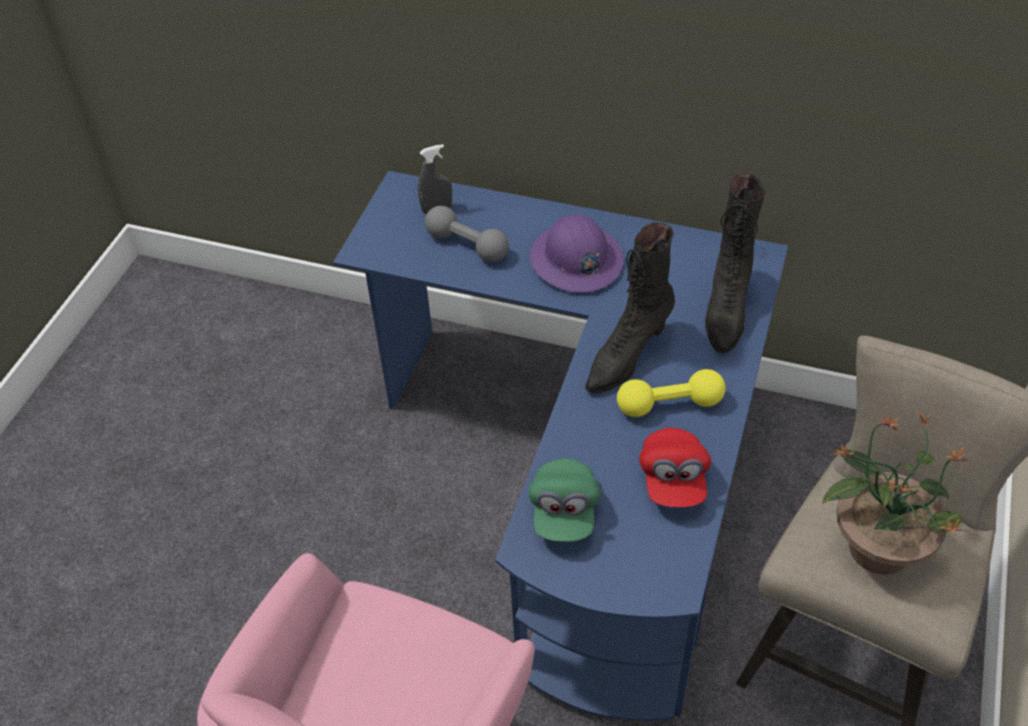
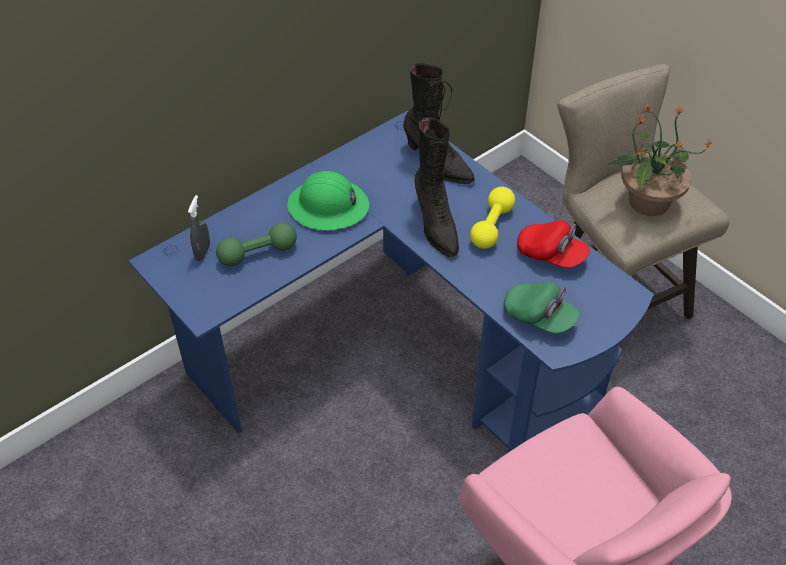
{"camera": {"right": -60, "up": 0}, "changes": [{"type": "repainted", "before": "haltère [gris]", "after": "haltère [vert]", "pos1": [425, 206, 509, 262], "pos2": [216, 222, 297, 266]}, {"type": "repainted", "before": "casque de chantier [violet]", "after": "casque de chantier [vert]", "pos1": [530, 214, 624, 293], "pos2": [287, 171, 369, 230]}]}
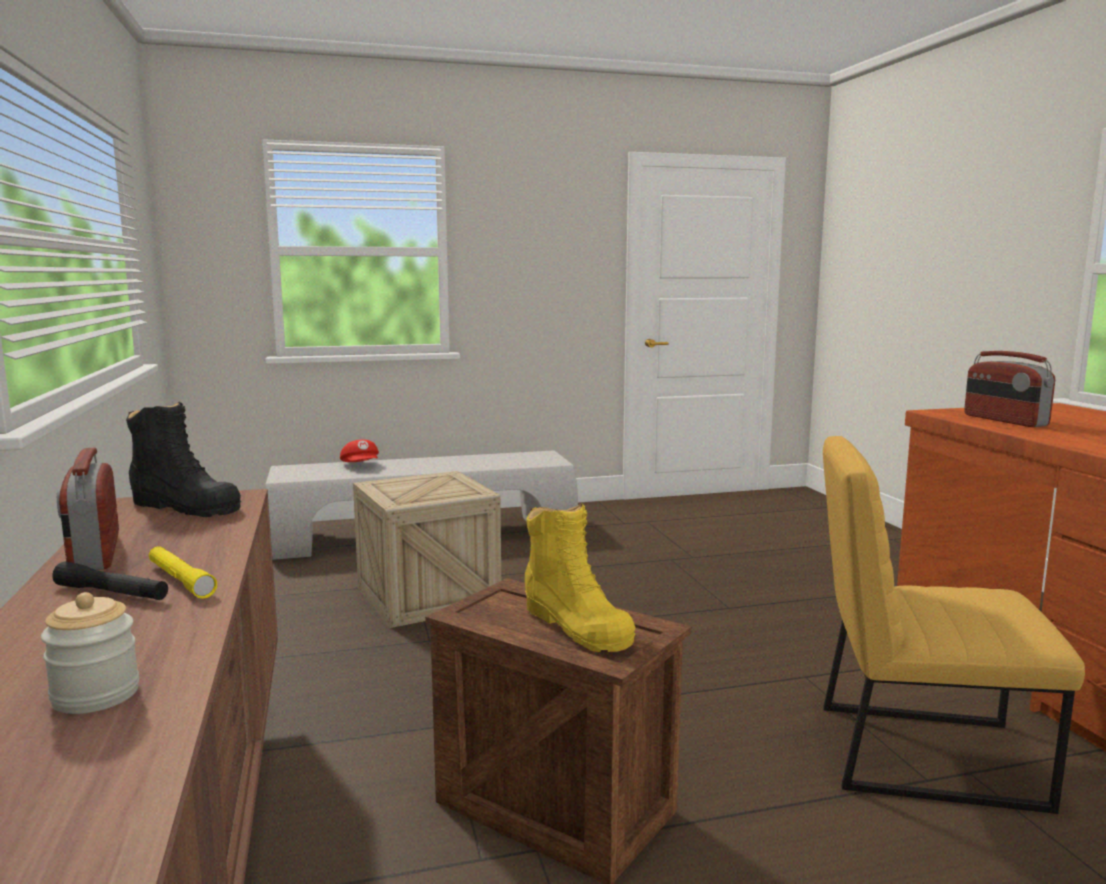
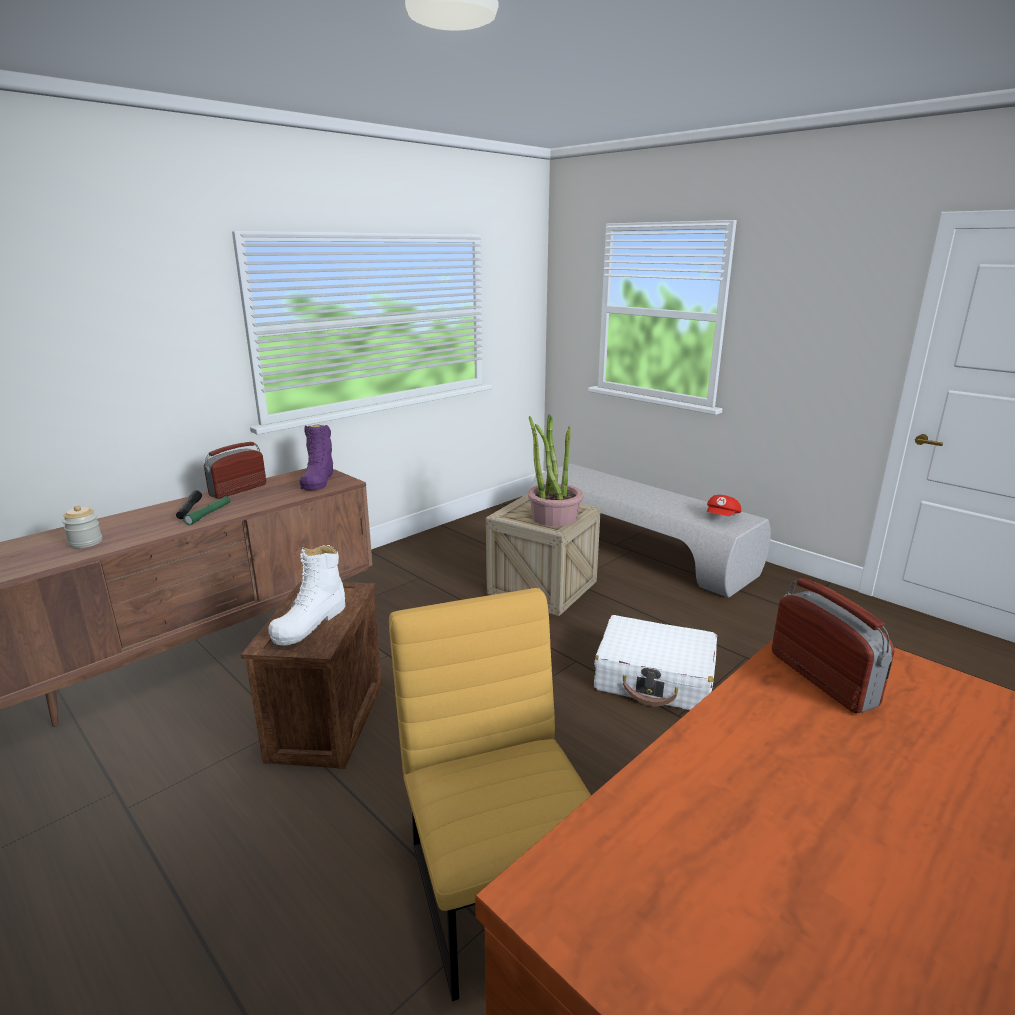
{"camera": {"right": 60, "up": 10}, "changes": [{"type": "new", "after": "plante en pot", "pos2": [528, 414, 583, 526]}, {"type": "new", "after": "valise [blanc]", "pos2": [594, 615, 717, 710]}, {"type": "shifted", "before": "casquette [rouge]", "pos1": [340, 440, 379, 462], "pos2": [707, 495, 741, 516]}, {"type": "repainted", "before": "botte [noir]", "after": "botte [violet]", "pos1": [126, 402, 241, 517], "pos2": [300, 425, 333, 490]}, {"type": "repainted", "before": "lampe de poche [jaune]", "after": "lampe de poche [vert]", "pos1": [149, 546, 217, 599], "pos2": [183, 496, 231, 525]}, {"type": "repainted", "before": "botte [jaune]", "after": "botte [blanc]", "pos1": [525, 504, 636, 652], "pos2": [268, 545, 346, 645]}, {"type": "rotated", "before": "radio", "pos1": [964, 351, 1055, 427], "pos2": [772, 578, 895, 713], "turn": 120}]}
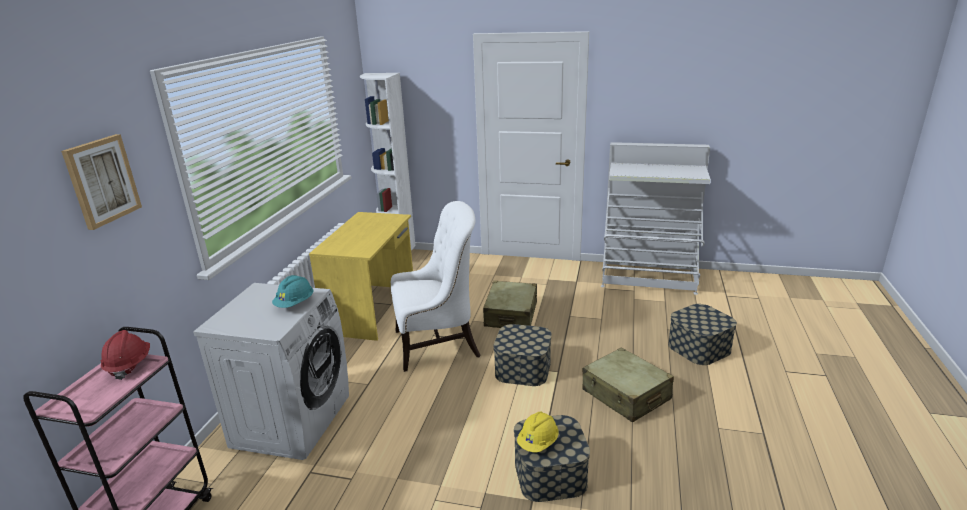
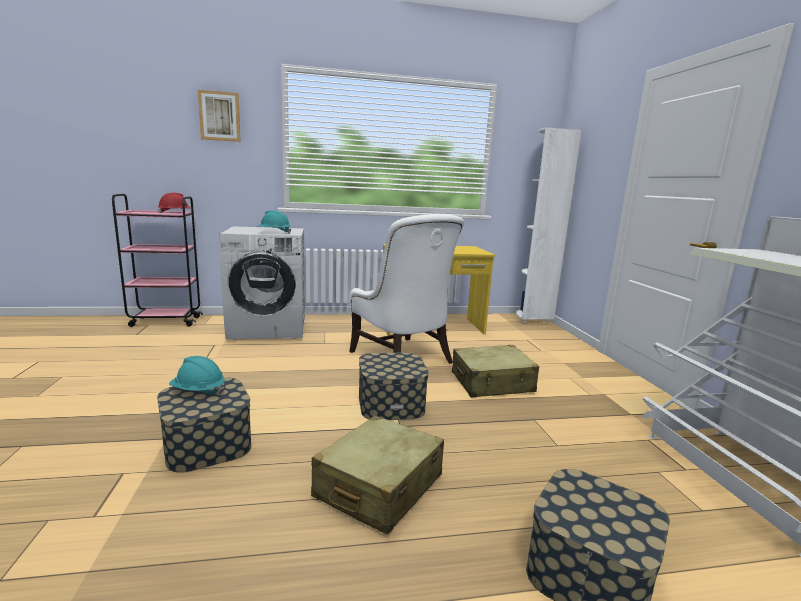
{"camera": {"right": 65, "up": -10}, "changes": [{"type": "repainted", "before": "casque de chantier [jaune]", "after": "casque de chantier [turquoise]", "pos1": [517, 412, 559, 452], "pos2": [169, 356, 225, 394]}]}
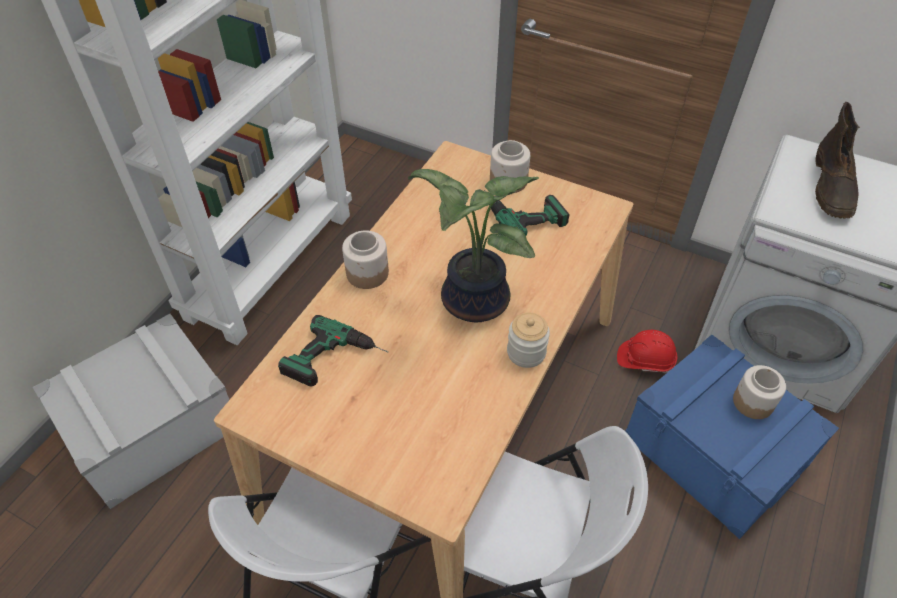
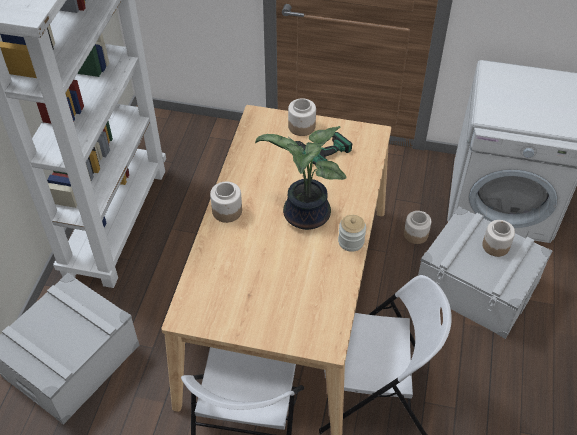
{"camera": {"right": -15, "up": 0}, "changes": [{"type": "gone", "before": "perceuse", "pos1": [278, 315, 388, 386]}, {"type": "gone", "before": "botte [marron]", "pos1": [815, 102, 860, 219]}, {"type": "swapped", "before": "casque de chantier [rouge]", "after": "bocal", "pos1": [617, 330, 678, 373], "pos2": [404, 211, 431, 244]}, {"type": "repainted", "before": "boîte de rangement [bleu]", "after": "boîte de rangement [gris]", "pos1": [625, 334, 839, 539], "pos2": [418, 207, 552, 339]}]}
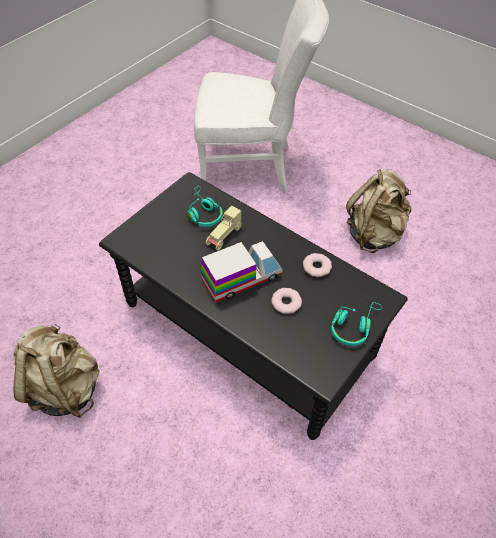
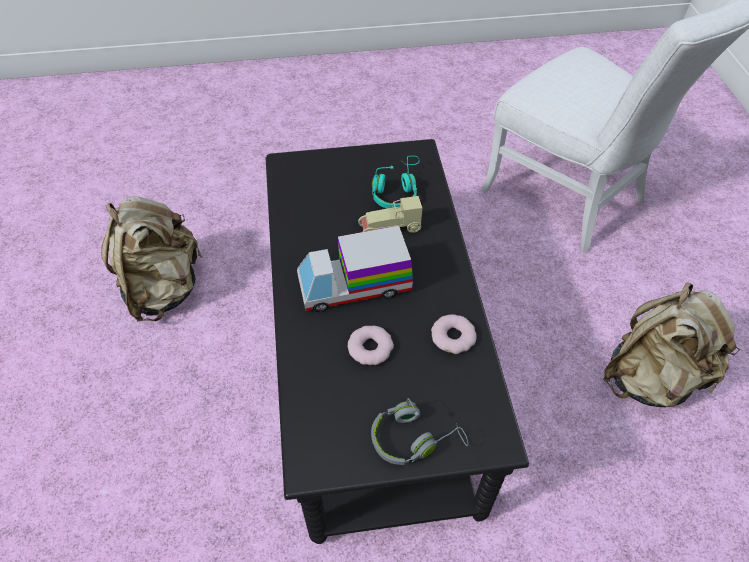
{"camera": {"right": 45, "up": 0}, "changes": [{"type": "repainted", "before": "casque audio [turquoise]", "after": "casque audio [gris]", "pos1": [331, 302, 382, 346], "pos2": [371, 398, 469, 465]}, {"type": "rotated", "before": "camion jouet", "pos1": [201, 241, 283, 302], "pos2": [297, 225, 413, 312], "turn": 150}]}
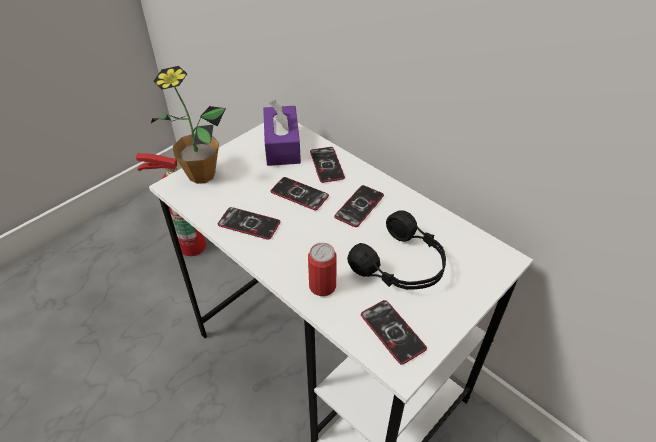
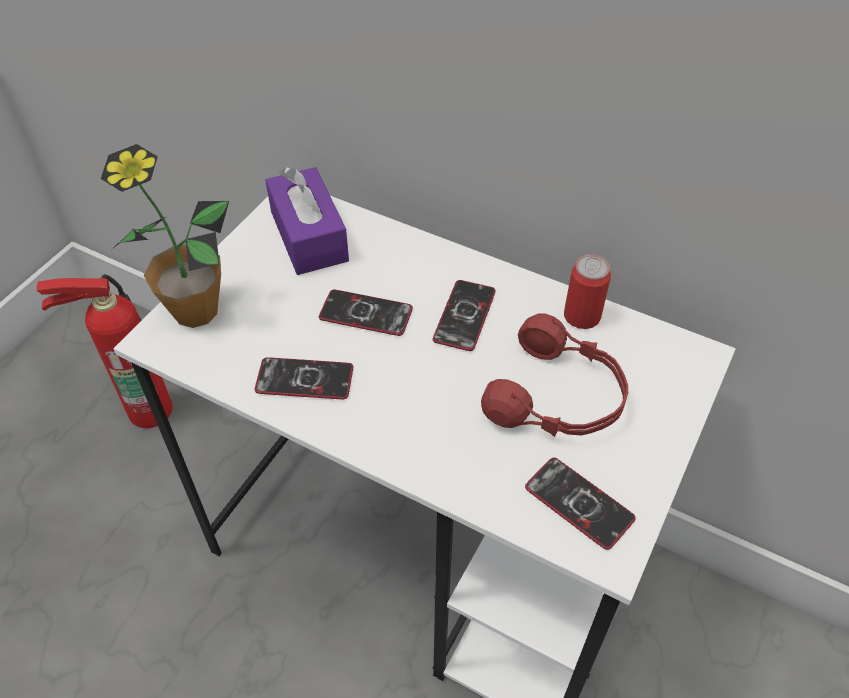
{"camera": {"right": -15, "up": 5}, "changes": [{"type": "gone", "before": "téléphone", "pos1": [310, 147, 345, 183]}, {"type": "shifted", "before": "boîte métallique", "pos1": [308, 243, 337, 296], "pos2": [564, 254, 611, 329]}, {"type": "repainted", "before": "casque audio [noir]", "after": "casque audio [rouge]", "pos1": [347, 210, 446, 290], "pos2": [481, 314, 628, 437]}]}
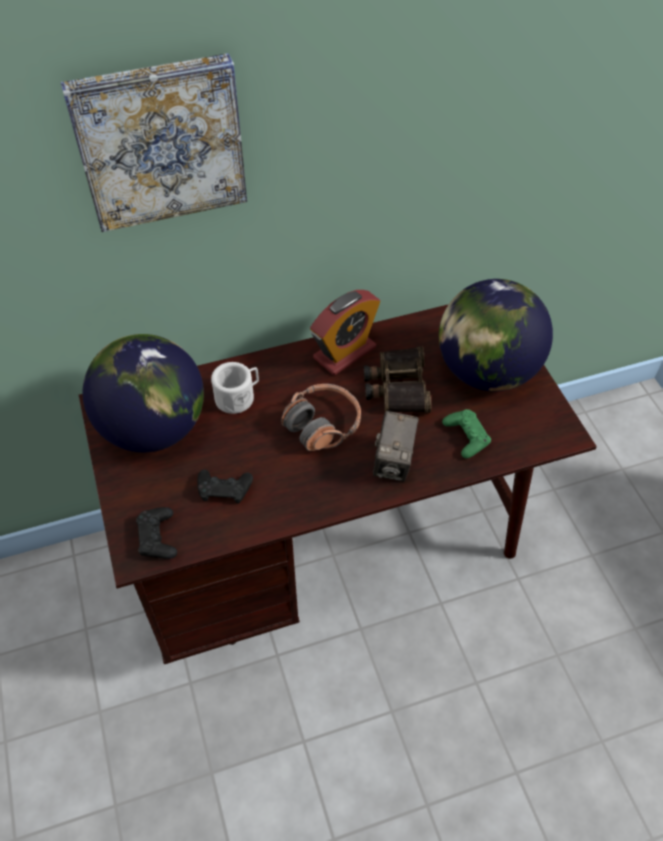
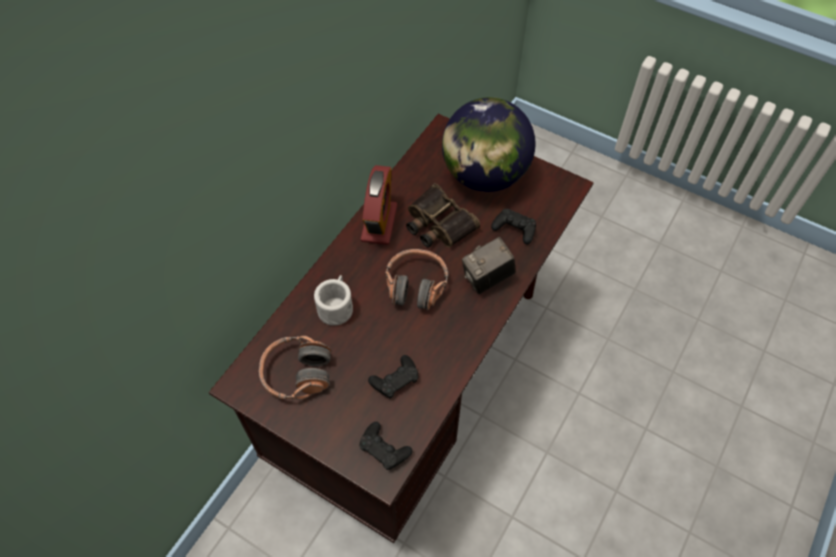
{"camera": {"right": -40, "up": 5}, "changes": [{"type": "gone", "before": "tableau", "pos1": [61, 53, 247, 232]}, {"type": "swapped", "before": "globe", "after": "casque audio", "pos1": [82, 334, 204, 452], "pos2": [259, 335, 332, 400]}, {"type": "repainted", "before": "manette [vert]", "after": "manette [noir]", "pos1": [442, 409, 491, 458], "pos2": [491, 209, 536, 244]}, {"type": "rotated", "before": "appareil photo", "pos1": [373, 411, 419, 481], "pos2": [462, 237, 516, 294], "turn": 90}]}
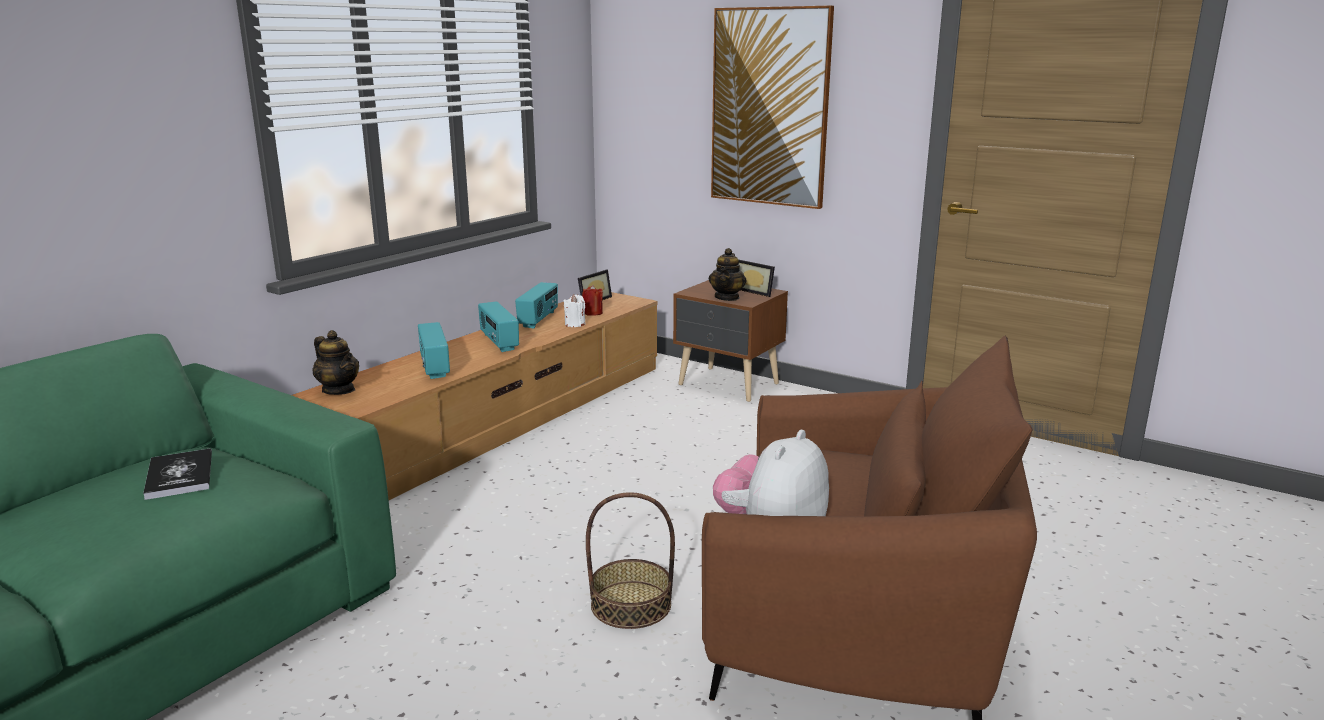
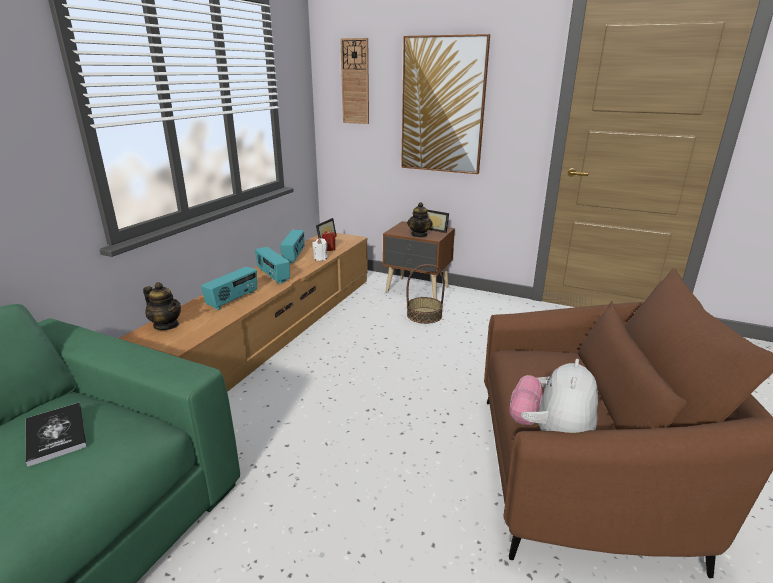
{"camera": {"right": -10, "up": 5}, "changes": [{"type": "new", "after": "horloge murale", "pos2": [340, 38, 369, 124]}, {"type": "shifted", "before": "panier", "pos1": [586, 492, 675, 629], "pos2": [406, 264, 445, 324]}, {"type": "rotated", "before": "radio", "pos1": [418, 322, 450, 379], "pos2": [201, 267, 257, 310], "turn": -120}]}
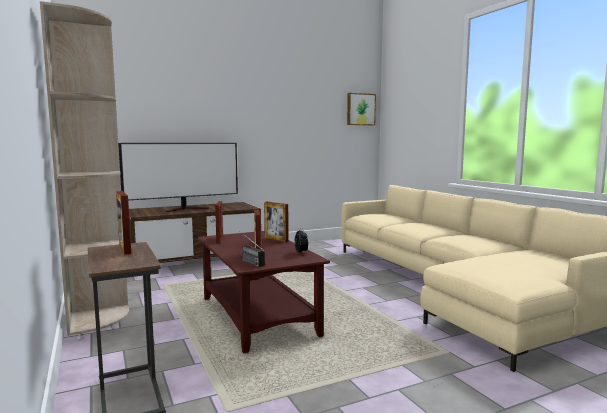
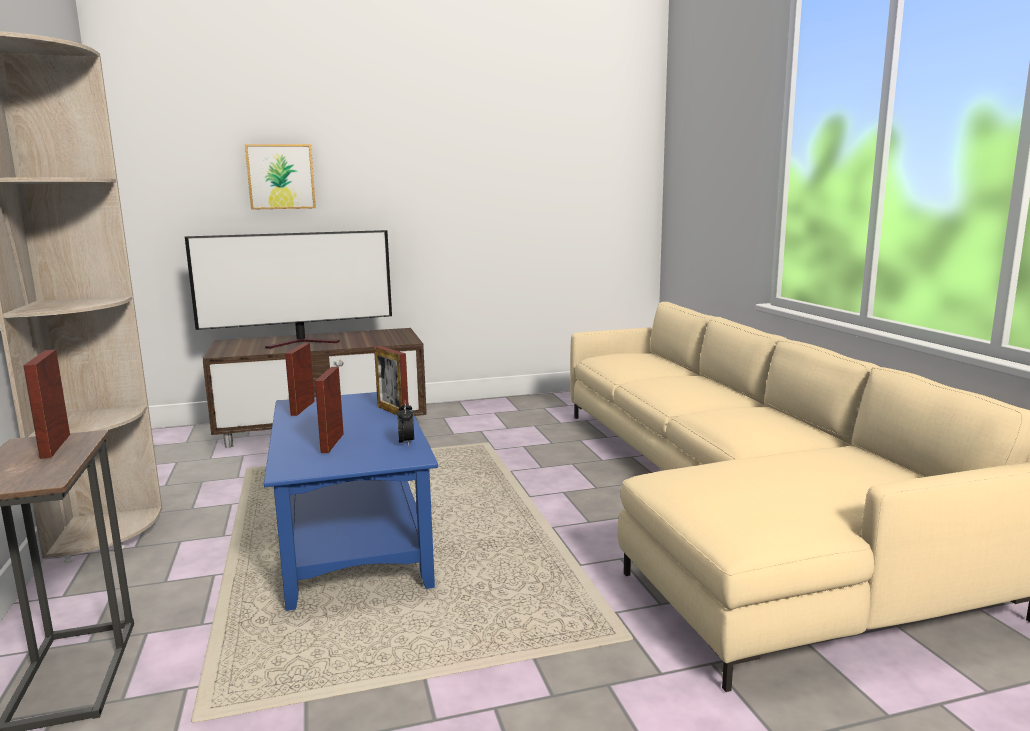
{"camera": {"right": 10, "up": 5}, "changes": [{"type": "gone", "before": "radio", "pos1": [239, 231, 265, 267]}, {"type": "shifted", "before": "tableau", "pos1": [347, 93, 376, 125], "pos2": [245, 144, 316, 210]}, {"type": "repainted", "before": "table basse [marron]", "after": "table basse [bleu]", "pos1": [198, 231, 330, 353], "pos2": [264, 392, 438, 611]}]}
